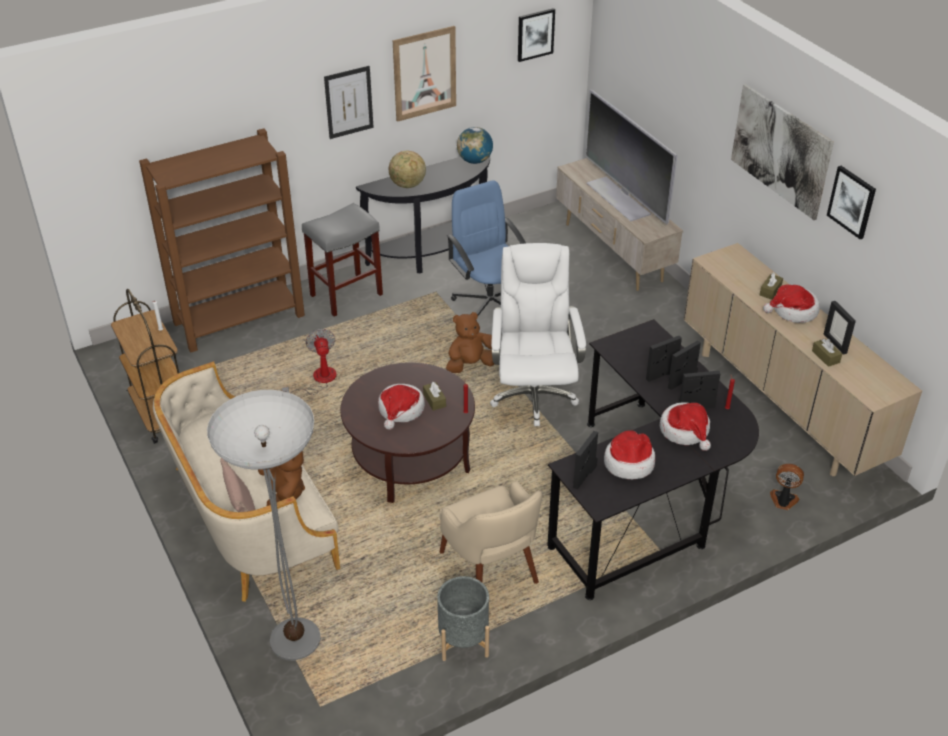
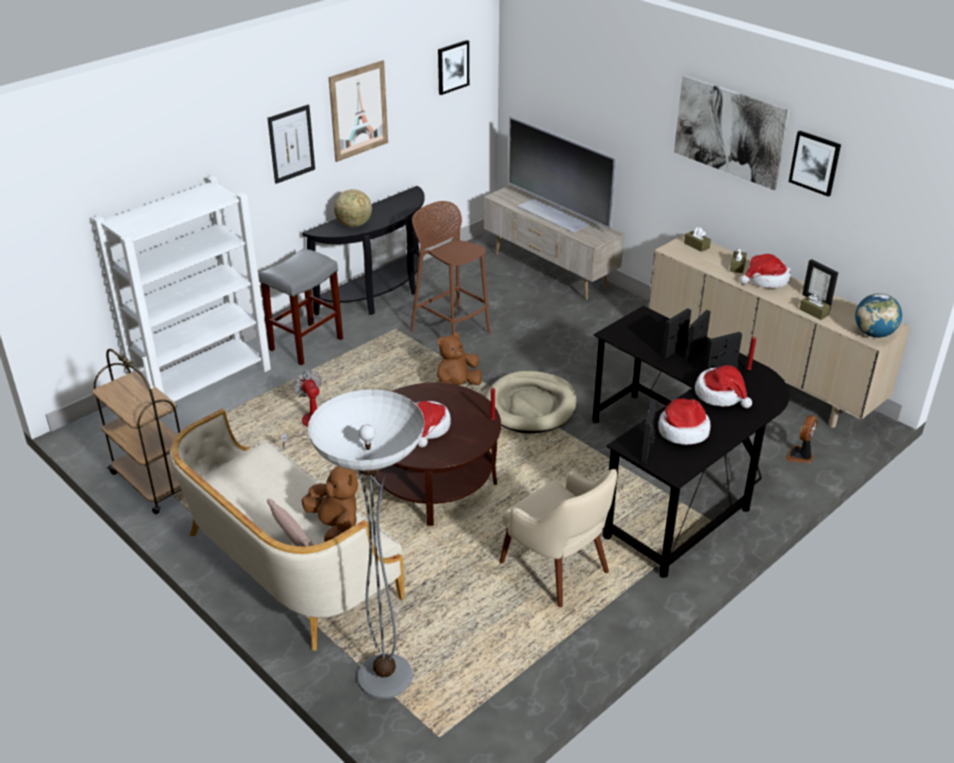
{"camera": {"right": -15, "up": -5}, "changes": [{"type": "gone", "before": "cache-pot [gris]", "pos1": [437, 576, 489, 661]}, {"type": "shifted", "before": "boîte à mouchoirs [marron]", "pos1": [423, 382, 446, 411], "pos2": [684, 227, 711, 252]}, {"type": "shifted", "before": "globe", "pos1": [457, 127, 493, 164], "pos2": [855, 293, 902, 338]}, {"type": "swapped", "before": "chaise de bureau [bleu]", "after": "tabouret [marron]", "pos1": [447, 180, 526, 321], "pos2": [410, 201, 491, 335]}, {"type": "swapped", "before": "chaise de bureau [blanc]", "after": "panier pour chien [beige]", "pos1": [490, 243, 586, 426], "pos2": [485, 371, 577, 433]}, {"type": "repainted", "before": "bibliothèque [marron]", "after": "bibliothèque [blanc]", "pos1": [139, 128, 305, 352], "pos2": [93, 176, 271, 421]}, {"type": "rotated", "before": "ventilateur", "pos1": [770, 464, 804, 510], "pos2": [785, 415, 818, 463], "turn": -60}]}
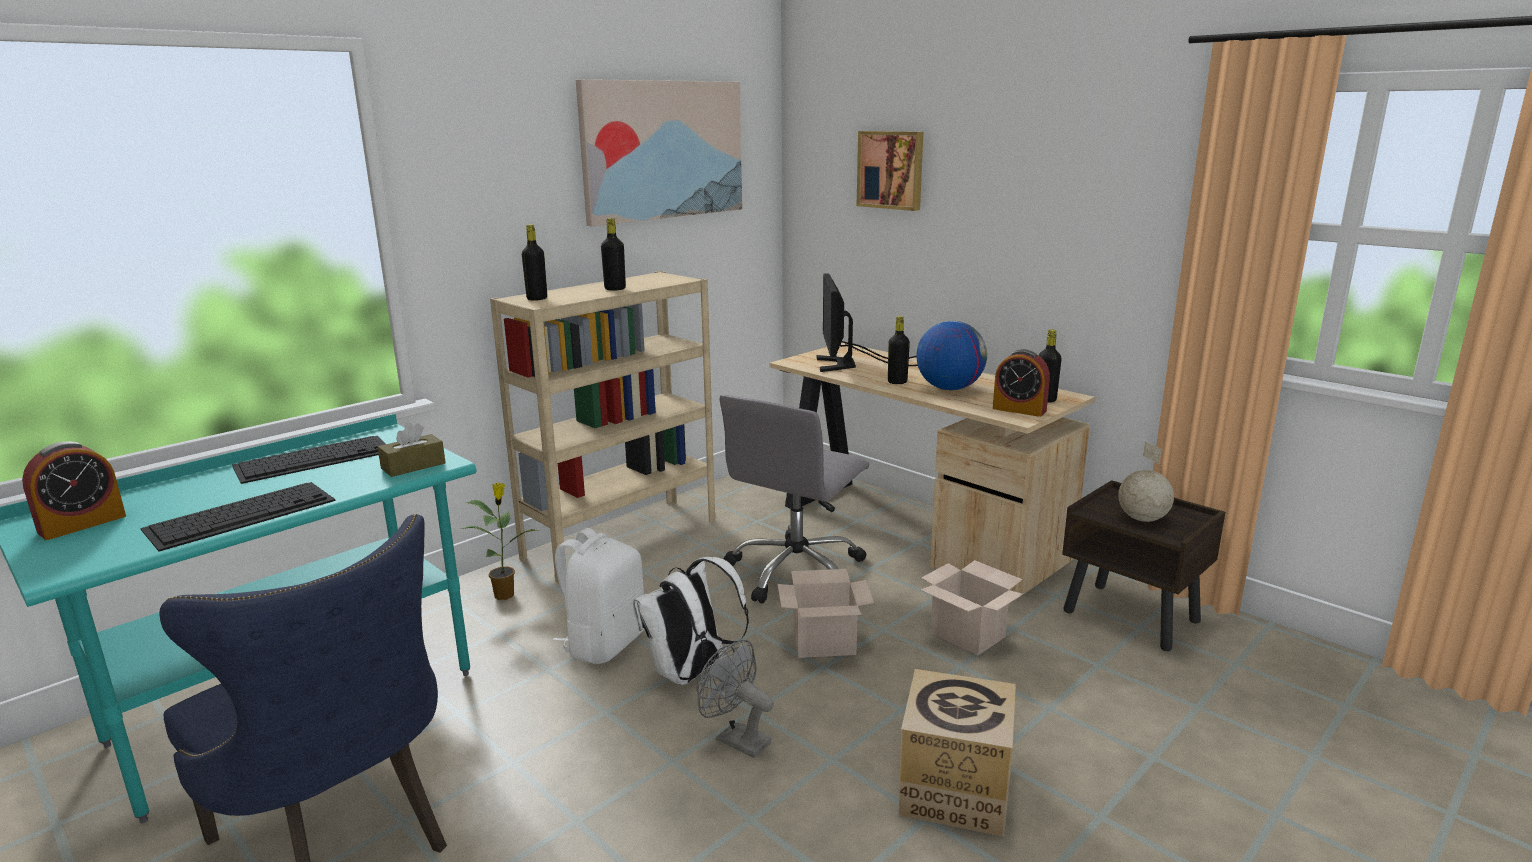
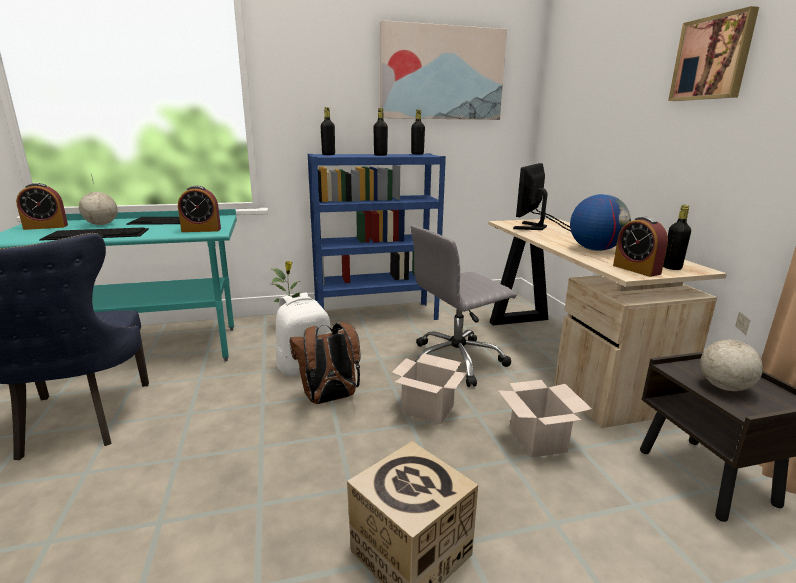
{"camera": {"right": 30, "up": 0}, "changes": [{"type": "gone", "before": "ventilateur [gris]", "pos1": [697, 640, 774, 758]}, {"type": "new", "after": "globe", "pos2": [79, 173, 118, 225]}, {"type": "shifted", "before": "tableau", "pos1": [857, 131, 923, 211], "pos2": [668, 6, 759, 101]}, {"type": "shifted", "before": "bouteille [noir]", "pos1": [888, 316, 910, 384], "pos2": [411, 110, 425, 155]}, {"type": "swapped", "before": "boîte à mouchoirs [marron]", "after": "réveil", "pos1": [377, 422, 446, 477], "pos2": [178, 186, 221, 232]}, {"type": "repainted", "before": "bibliothèque [beige]", "after": "bibliothèque [bleu]", "pos1": [490, 271, 715, 583], "pos2": [308, 154, 446, 320]}, {"type": "repainted", "before": "sac à dos [blanc]", "after": "sac à dos [marron]", "pos1": [633, 557, 749, 685], "pos2": [289, 322, 360, 404]}]}
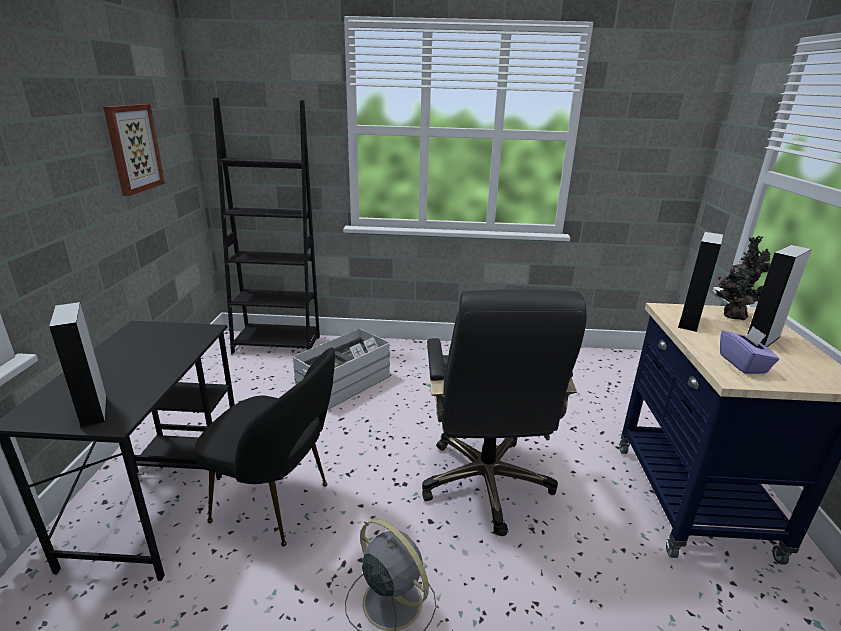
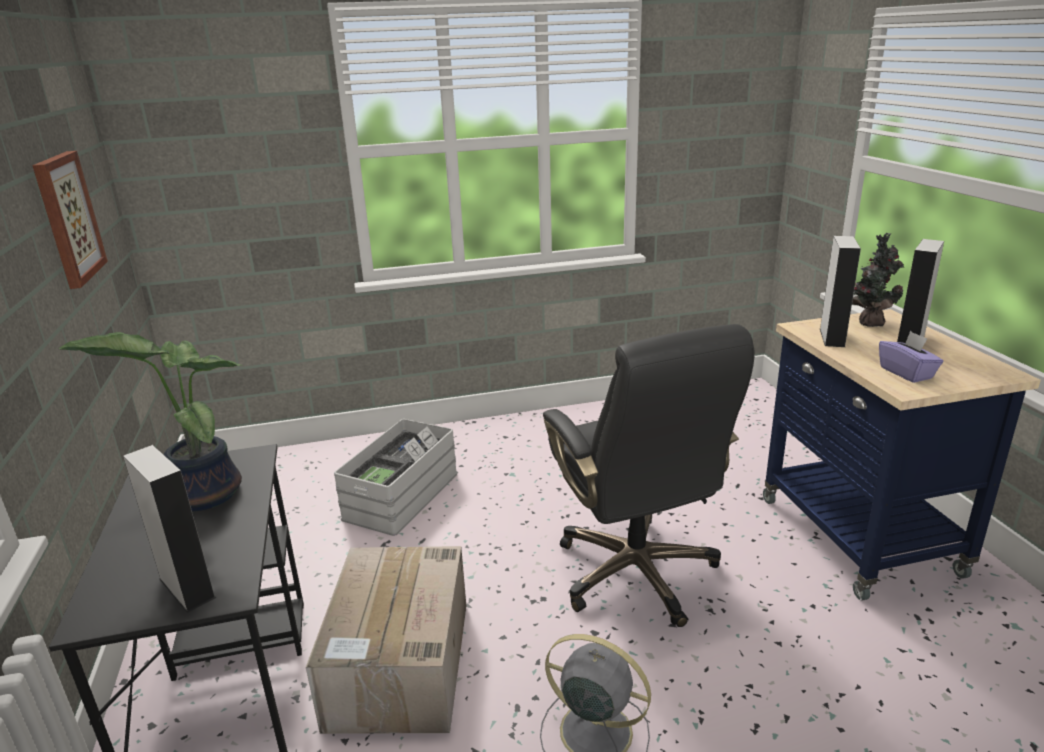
{"camera": {"right": -15, "up": 0}, "changes": [{"type": "gone", "before": "bibliothèque [noir]", "pos1": [213, 98, 320, 354]}, {"type": "new", "after": "plante en pot", "pos2": [58, 332, 243, 511]}, {"type": "swapped", "before": "chaise [noir]", "after": "carton", "pos1": [195, 348, 335, 547], "pos2": [306, 546, 466, 734]}]}
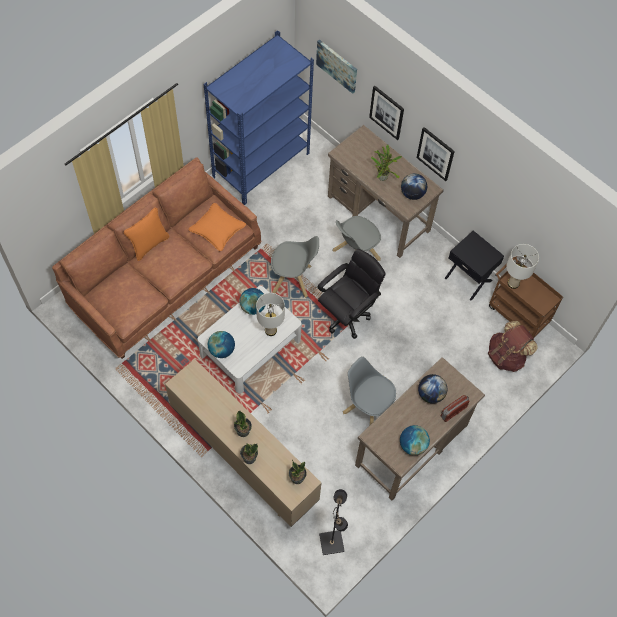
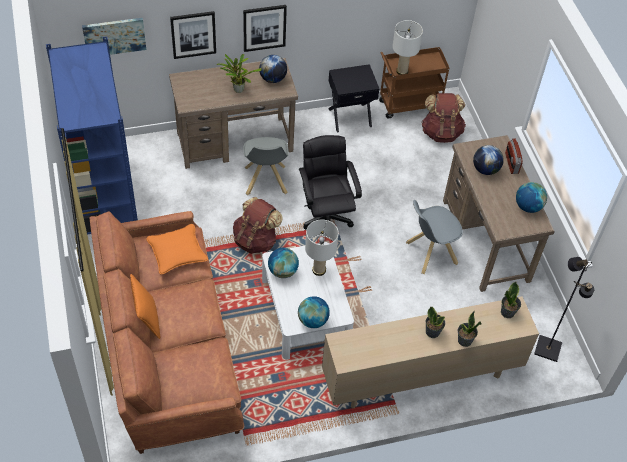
{"camera": {"right": -60, "up": -10}, "changes": [{"type": "swapped", "before": "chaise [gris]", "after": "sac à dos [marron]", "pos1": [271, 236, 319, 298], "pos2": [233, 197, 283, 254]}]}
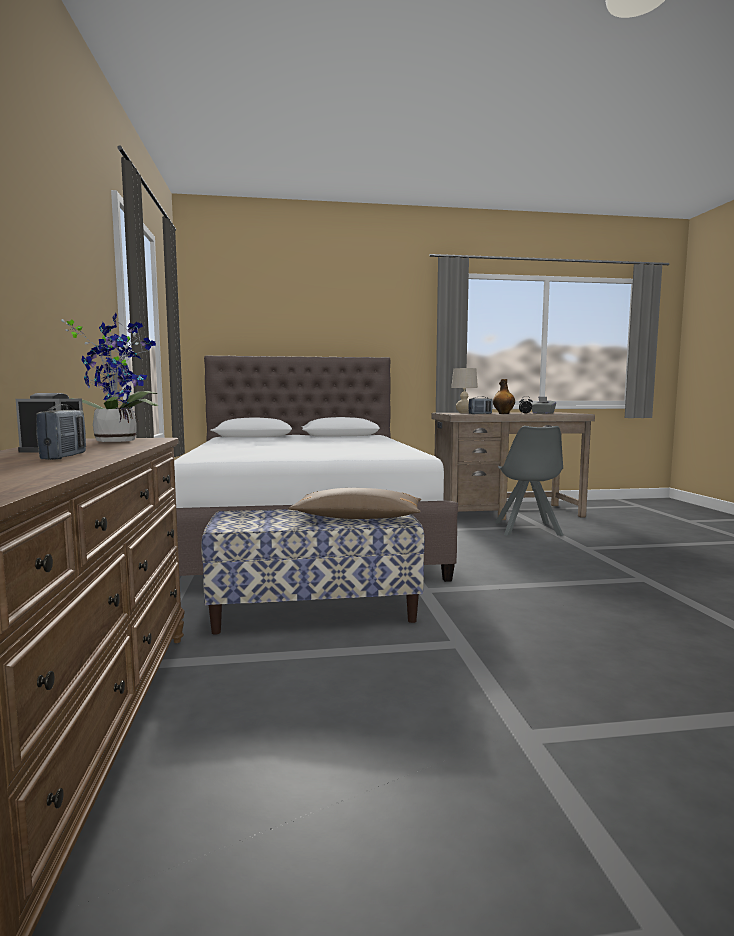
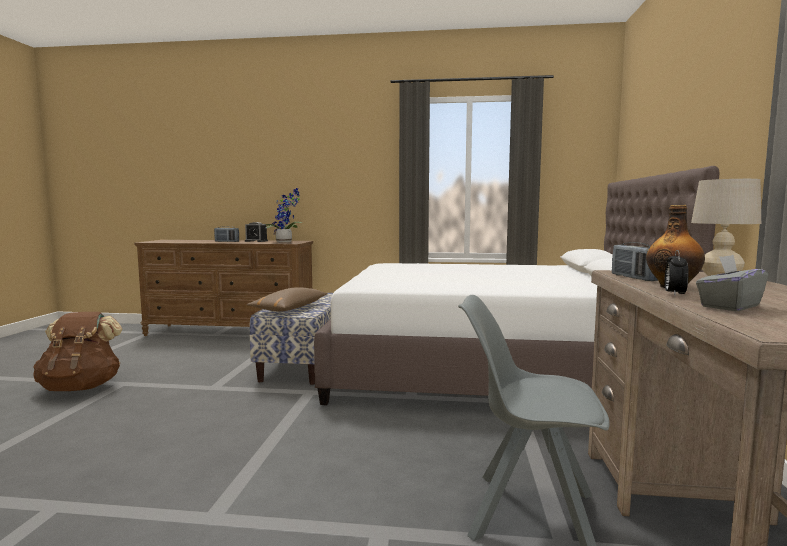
{"camera": {"right": 105, "up": 0}, "changes": [{"type": "new", "after": "sac à dos [marron]", "pos2": [33, 312, 122, 391]}]}
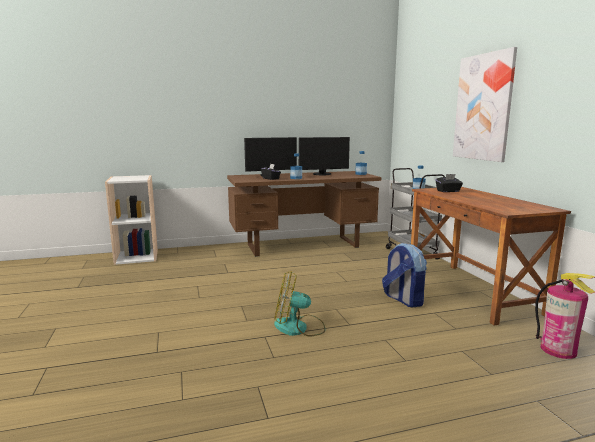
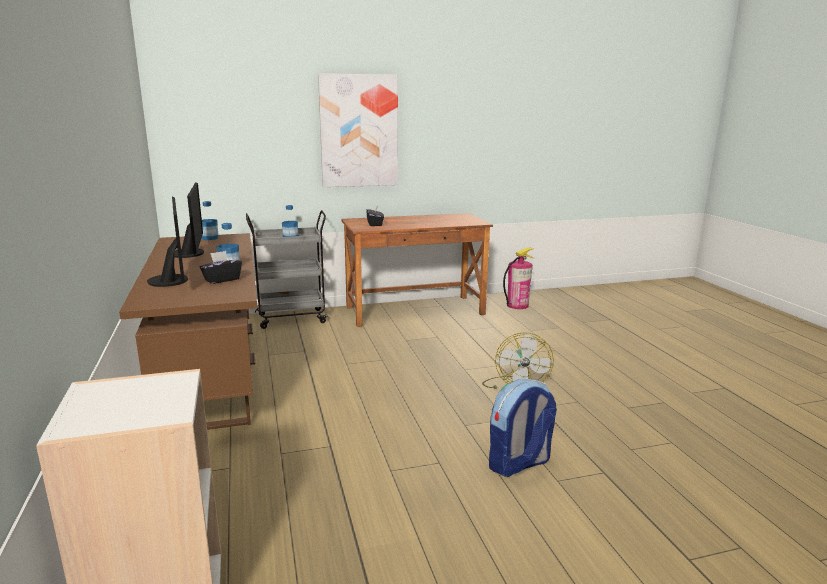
{"camera": {"right": -90, "up": 5}, "changes": [{"type": "shifted", "before": "sac à dos", "pos1": [382, 243, 427, 307], "pos2": [489, 379, 557, 477]}]}
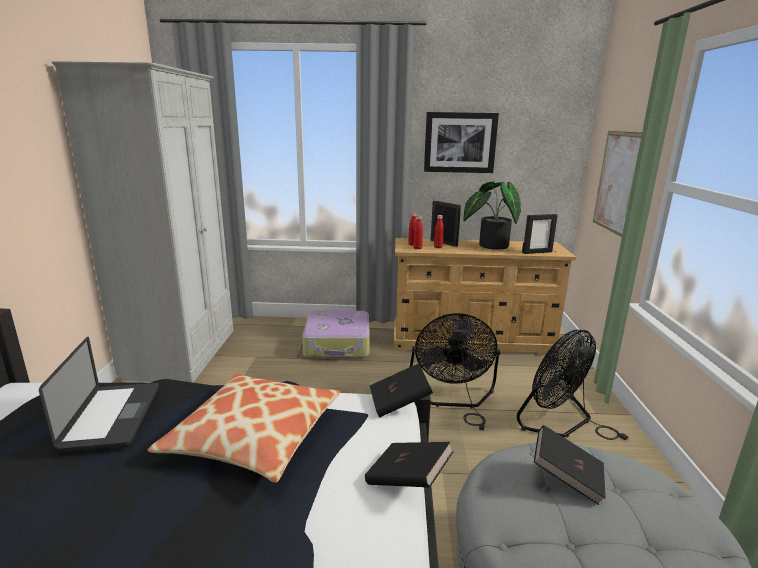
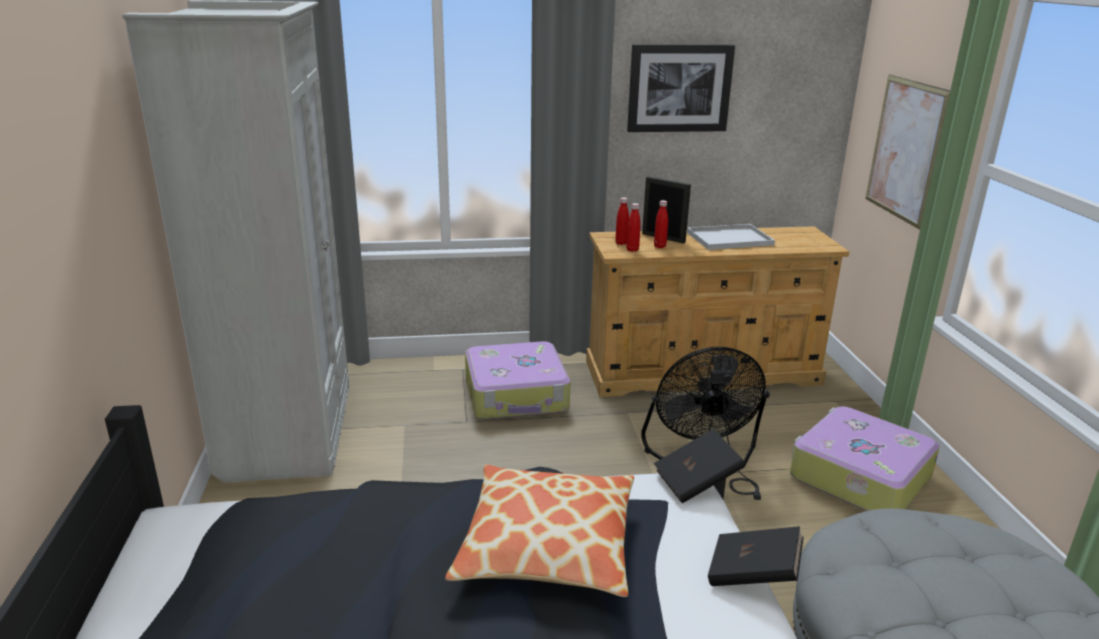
{"camera": {"right": -10, "up": 5}, "changes": [{"type": "gone", "before": "ordinateur portable", "pos1": [39, 337, 159, 452]}, {"type": "gone", "before": "cadre photo", "pos1": [522, 214, 558, 254]}, {"type": "gone", "before": "livre [noir]", "pos1": [534, 425, 606, 505]}, {"type": "swapped", "before": "plante en pot", "after": "plateau [blanc]", "pos1": [463, 182, 521, 250], "pos2": [687, 224, 775, 250]}, {"type": "swapped", "before": "ventilateur [noir]", "after": "valise", "pos1": [517, 330, 629, 440], "pos2": [790, 406, 940, 511]}]}
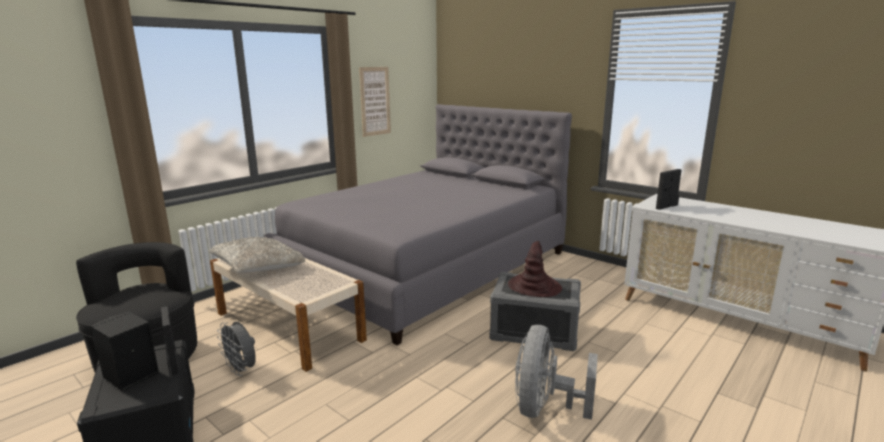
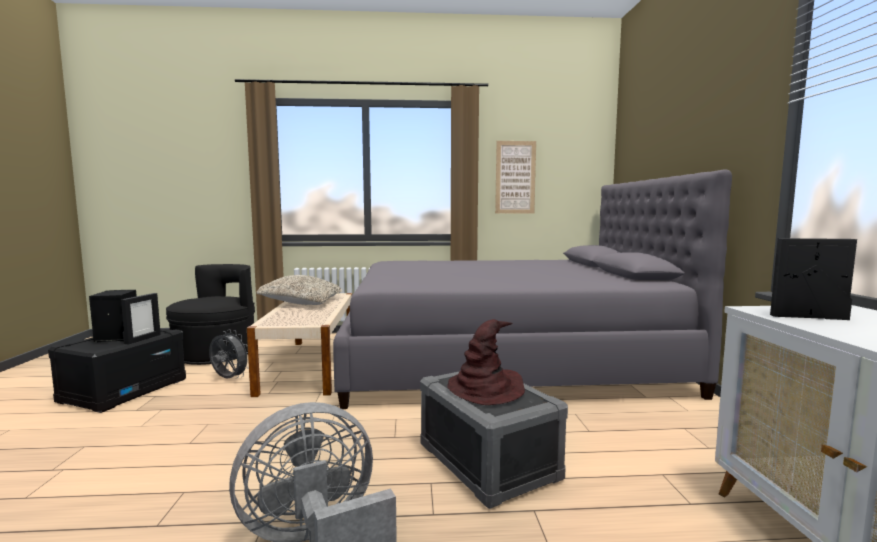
{"camera": {"right": 45, "up": -10}, "changes": [{"type": "rotated", "before": "ventilateur [gris]", "pos1": [217, 322, 256, 376], "pos2": [209, 329, 249, 379], "turn": 120}]}
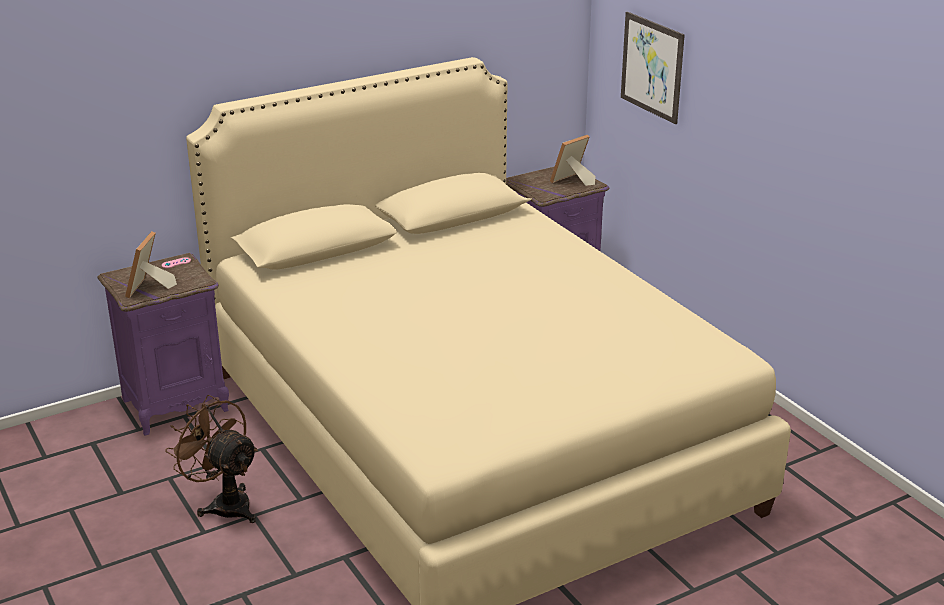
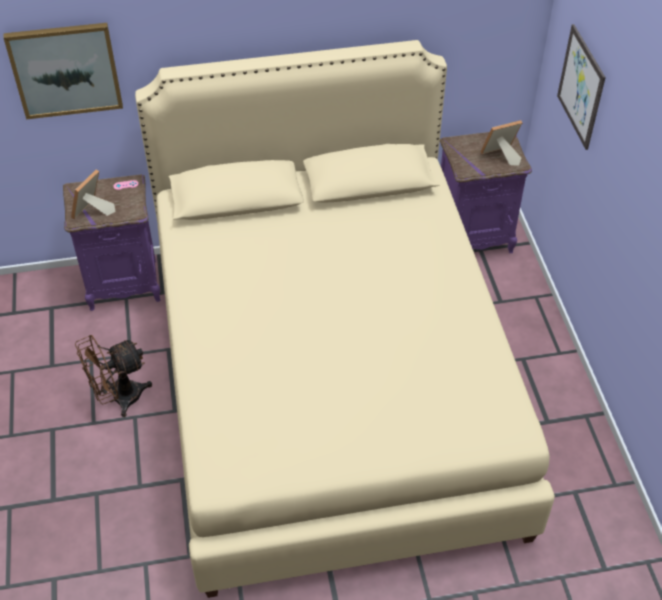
{"camera": {"right": 20, "up": 20}, "changes": [{"type": "new", "after": "tableau", "pos2": [3, 23, 123, 119]}, {"type": "rotated", "before": "ventilateur [marron]", "pos1": [165, 395, 258, 523], "pos2": [75, 335, 152, 417], "turn": -90}]}
